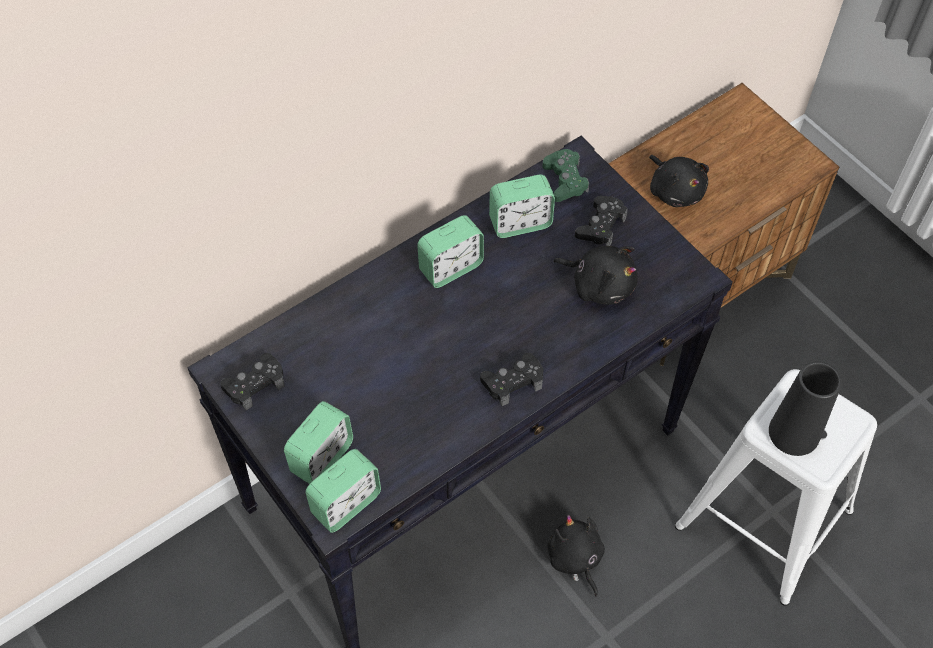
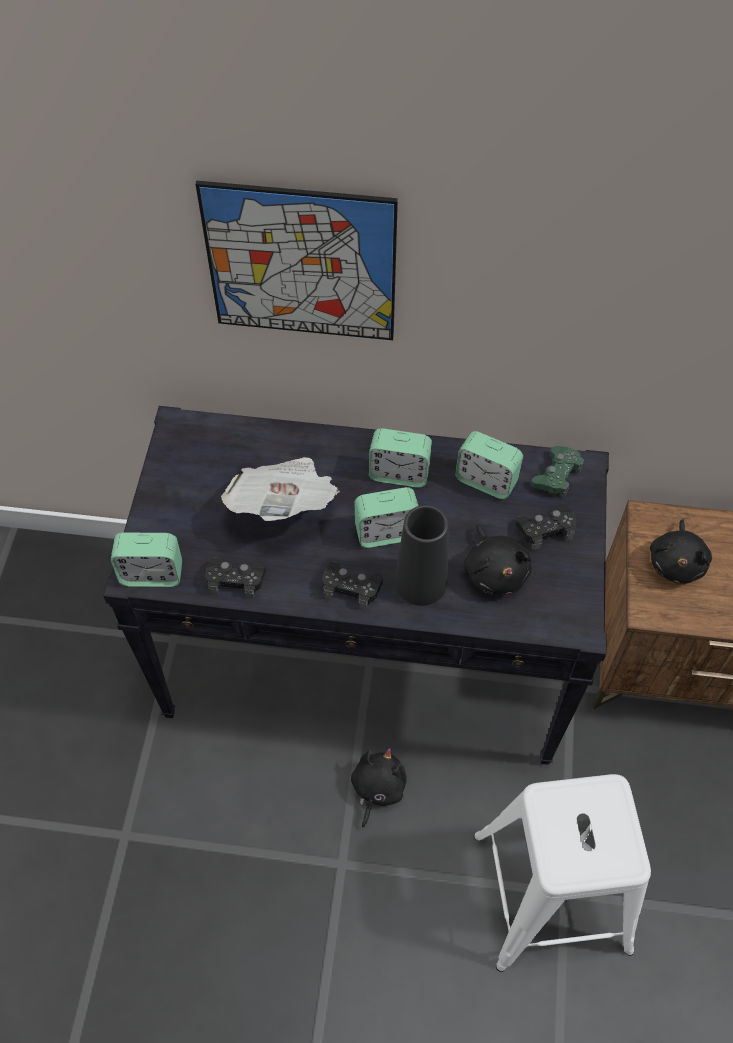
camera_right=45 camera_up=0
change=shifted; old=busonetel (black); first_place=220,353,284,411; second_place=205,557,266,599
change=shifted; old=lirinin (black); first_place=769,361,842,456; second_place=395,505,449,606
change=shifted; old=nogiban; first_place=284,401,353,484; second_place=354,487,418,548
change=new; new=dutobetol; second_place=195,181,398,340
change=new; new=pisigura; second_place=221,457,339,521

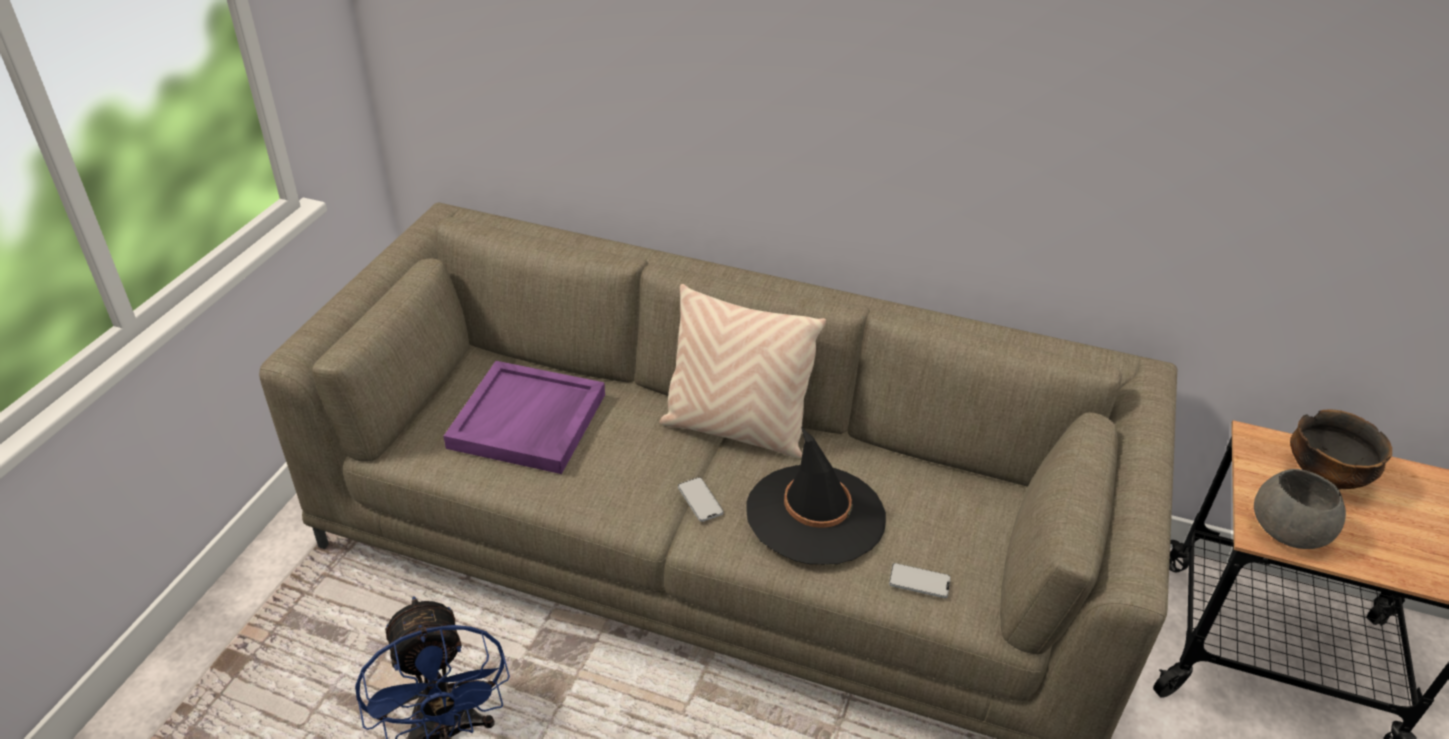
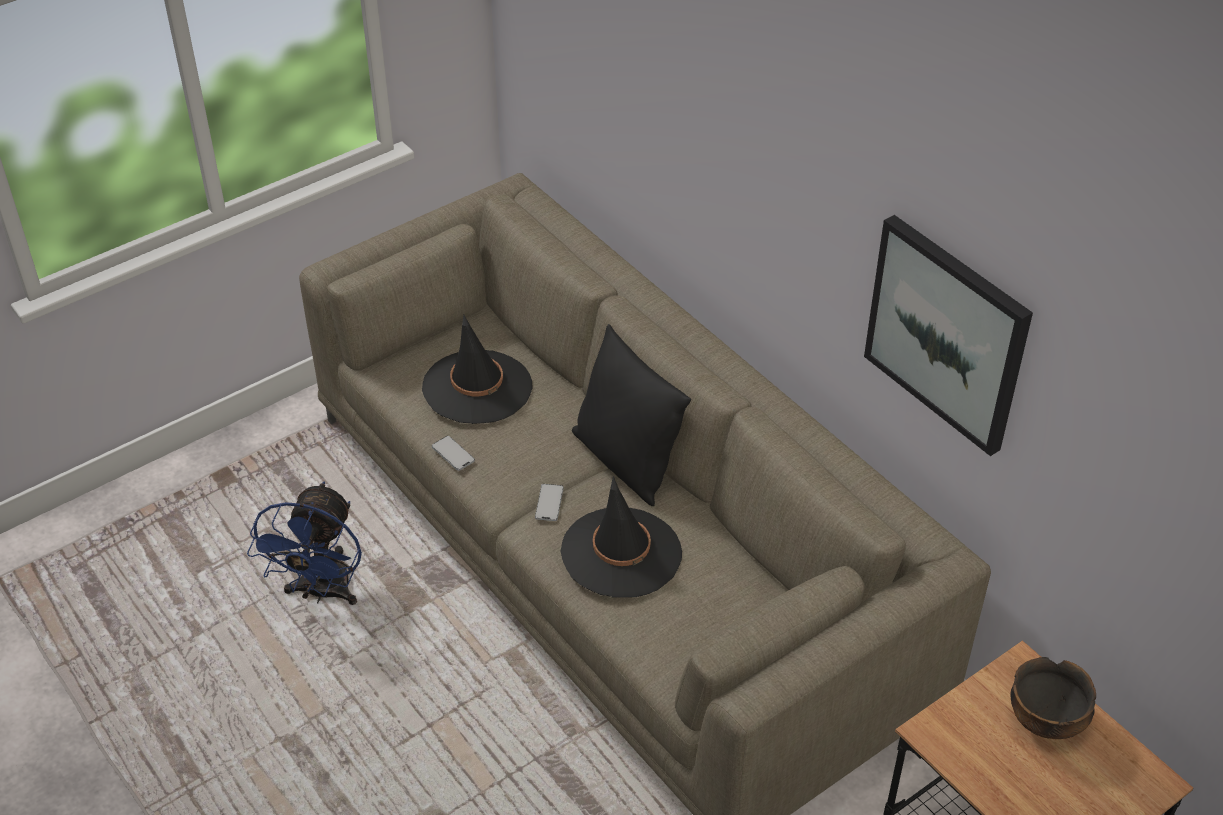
camera_right=35 camera_up=5
change=repainted; old=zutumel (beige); new=zutumel (black); first_place=659,284,826,458; second_place=572,324,691,506
change=swapped; old=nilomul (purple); new=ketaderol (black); first_place=444,361,605,474; second_place=422,315,532,424
change=gone; old=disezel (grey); first_place=1254,469,1346,549
change=shifted; old=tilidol; first_place=889,563,951,598; second_place=432,436,475,471
change=new; new=dutobetol; second_place=864,215,1033,456

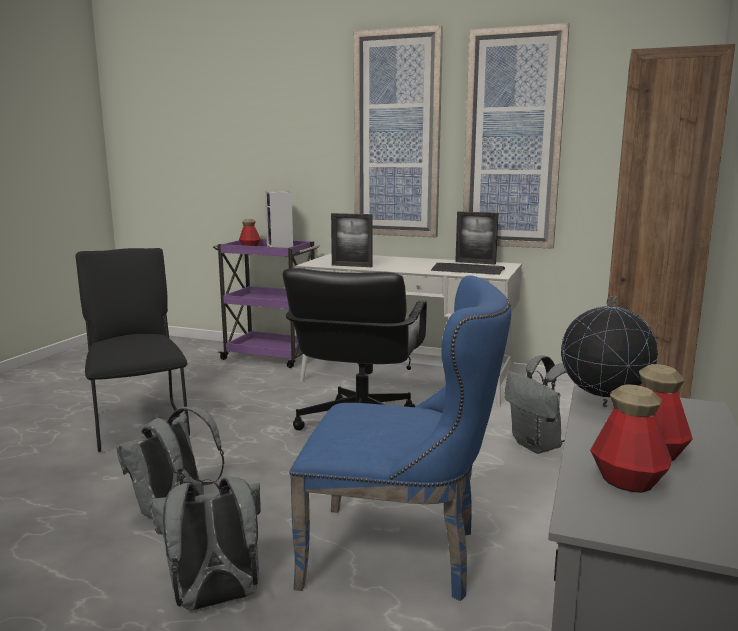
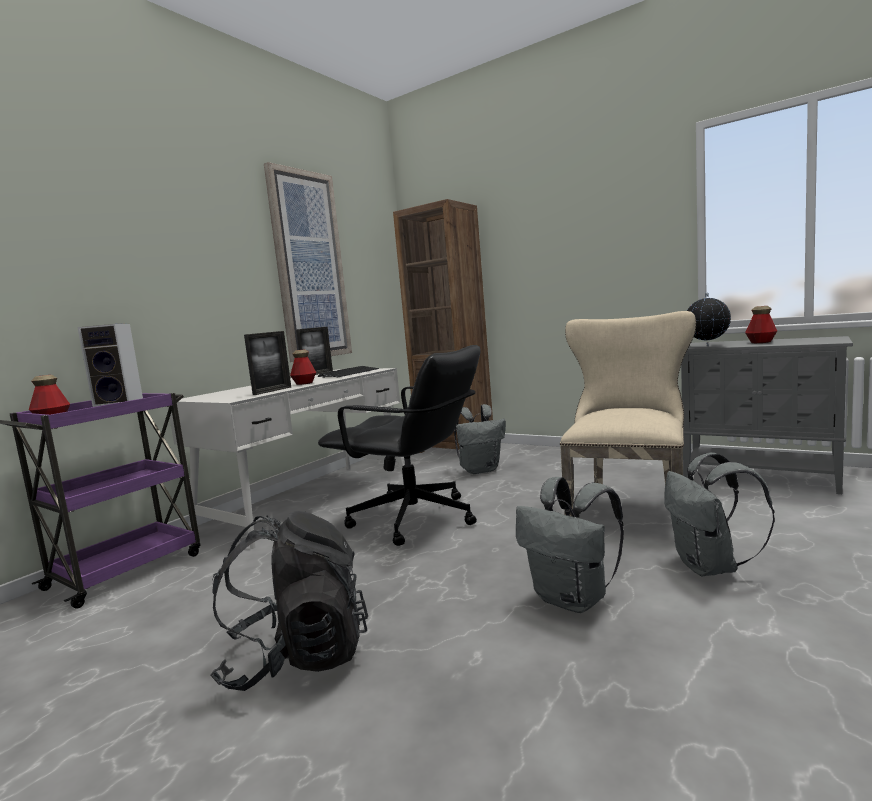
camera_right=-75 camera_up=-5
change=gone; old=dutobetol; first_place=354,25,443,237
change=swapped; old=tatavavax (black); new=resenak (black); first_place=76,248,190,452; second_place=210,511,368,691
change=repainted; old=tatavavax (blue); new=tatavavax (beige); first_place=290,275,511,601; second_place=560,311,696,516
change=shifted; old=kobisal; first_place=590,384,672,493; second_place=290,349,316,385

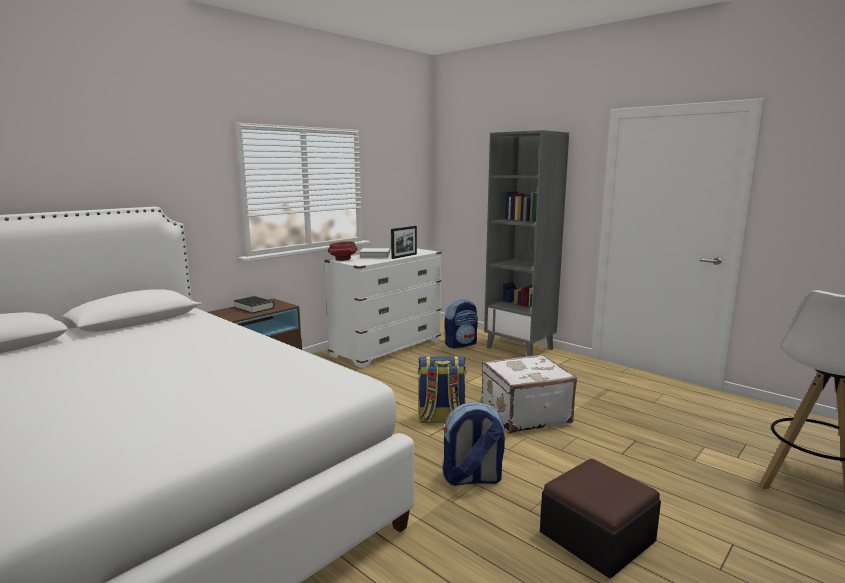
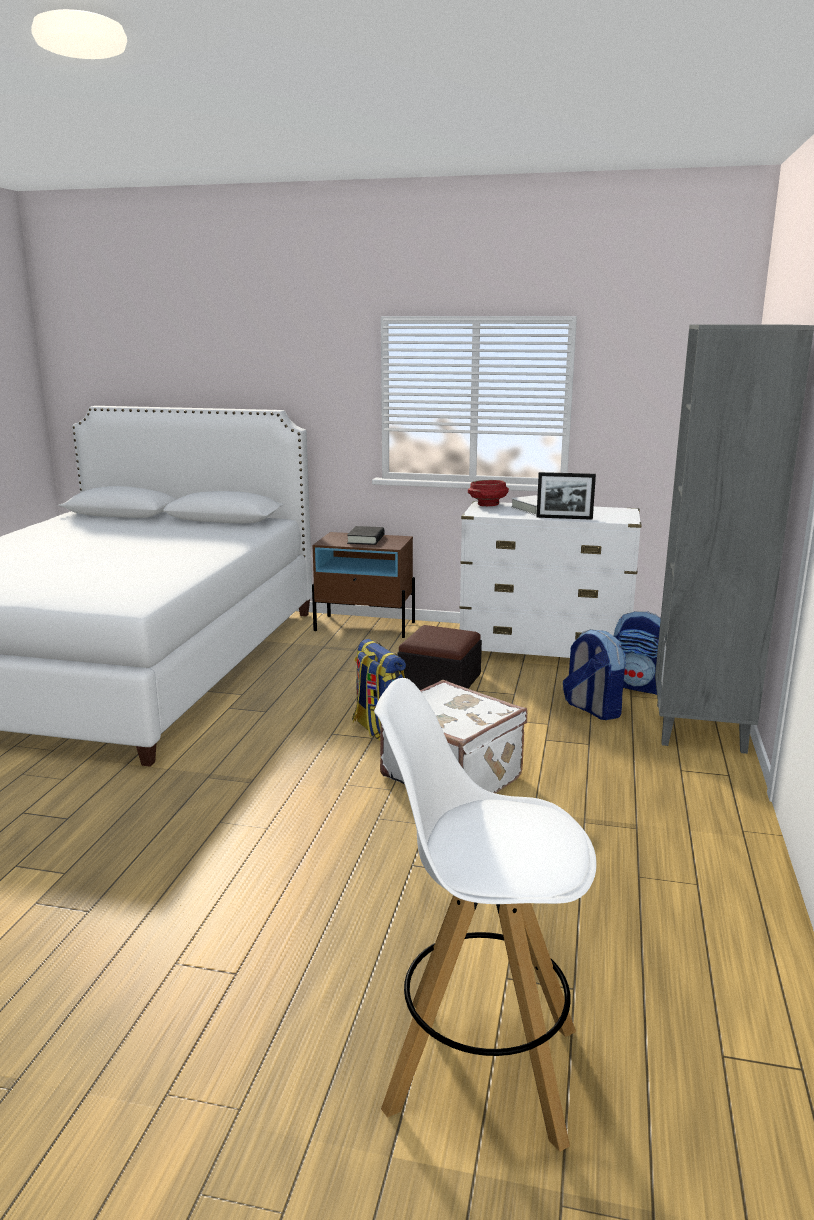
camera_right=60 camera_up=5
change=shifted; old=resenak; first_place=443,402,505,486; second_place=563,629,626,720
change=shifted; old=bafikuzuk; first_place=540,459,661,579; second_place=397,625,482,690

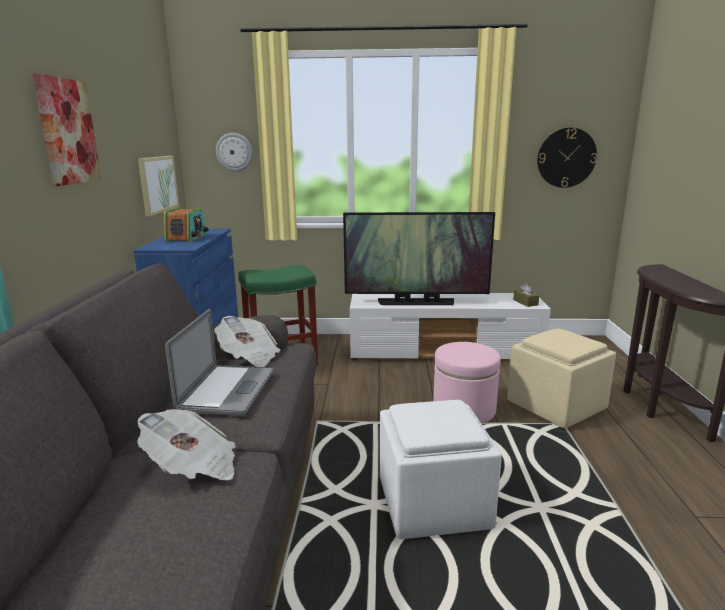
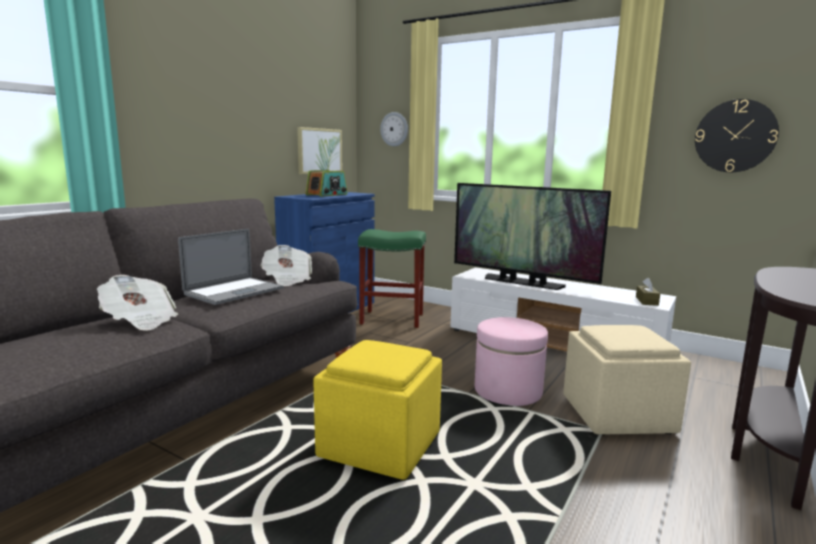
camera_right=30 camera_up=-5
change=gone; old=dutobetol; first_place=32,73,101,186
change=repainted; old=bafikuzuk (white); new=bafikuzuk (yellow); first_place=380,400,502,539; second_place=313,340,442,480

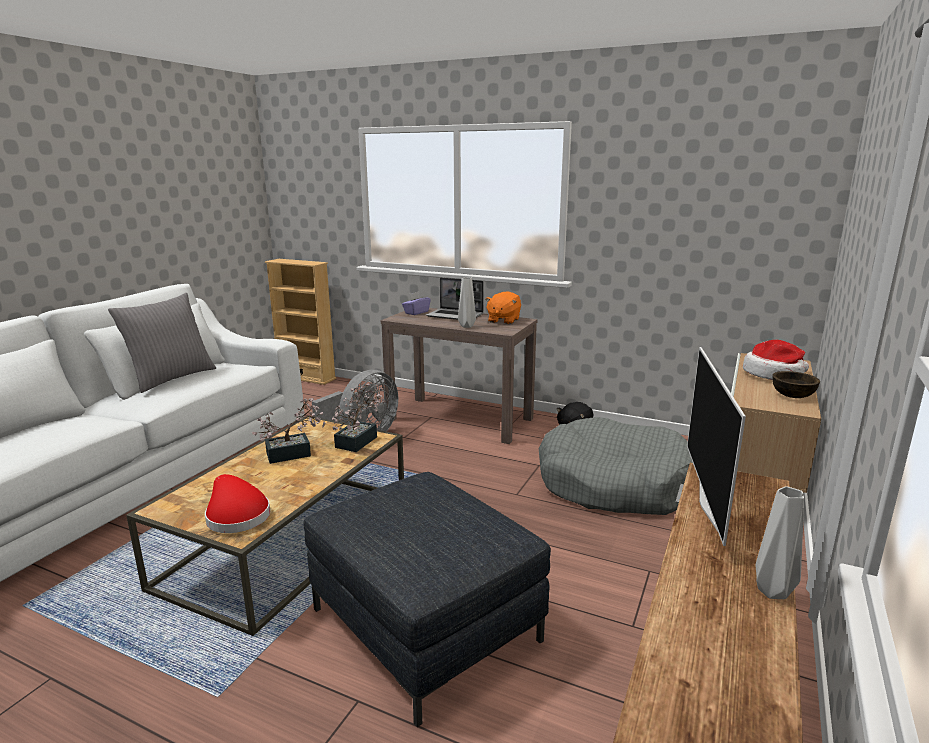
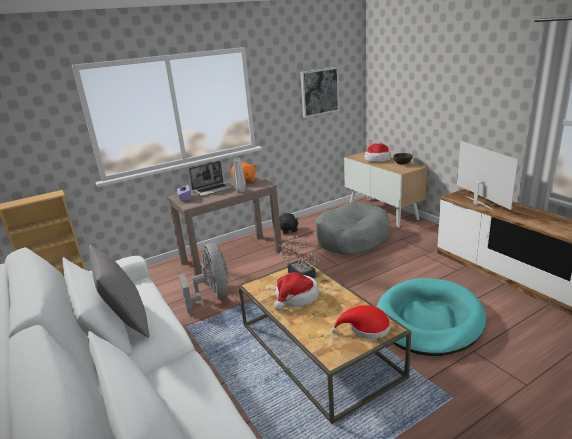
camera_right=-55 camera_up=5
change=rotated; old=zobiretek; first_place=687,347,746,546; second_place=457,141,518,210; degrees=-150
change=swapped; old=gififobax; new=ketaderol; first_place=252,398,325,464; second_place=274,272,319,311
change=swapped; old=bafikuzuk (grey); new=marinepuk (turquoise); first_place=303,472,551,727; second_place=377,278,486,356
change=gone; old=lirinin (grey); first_place=756,486,804,599
change=new; new=dutobetol; second_place=301,67,339,117

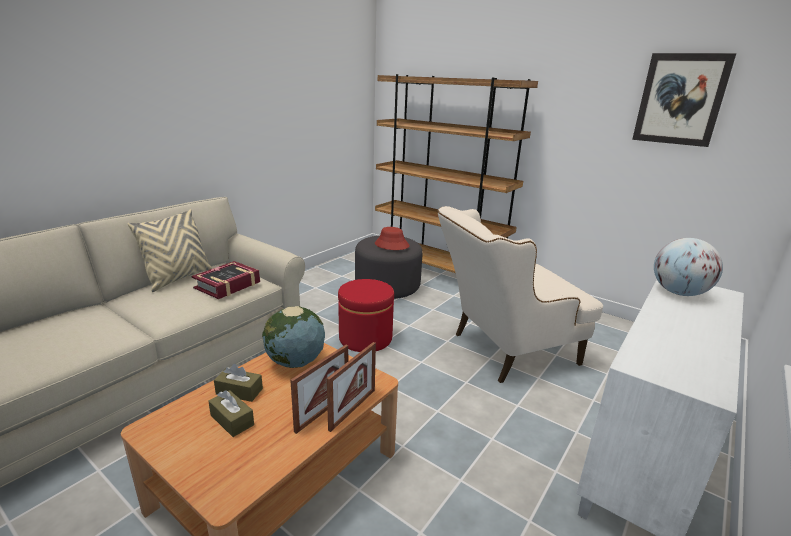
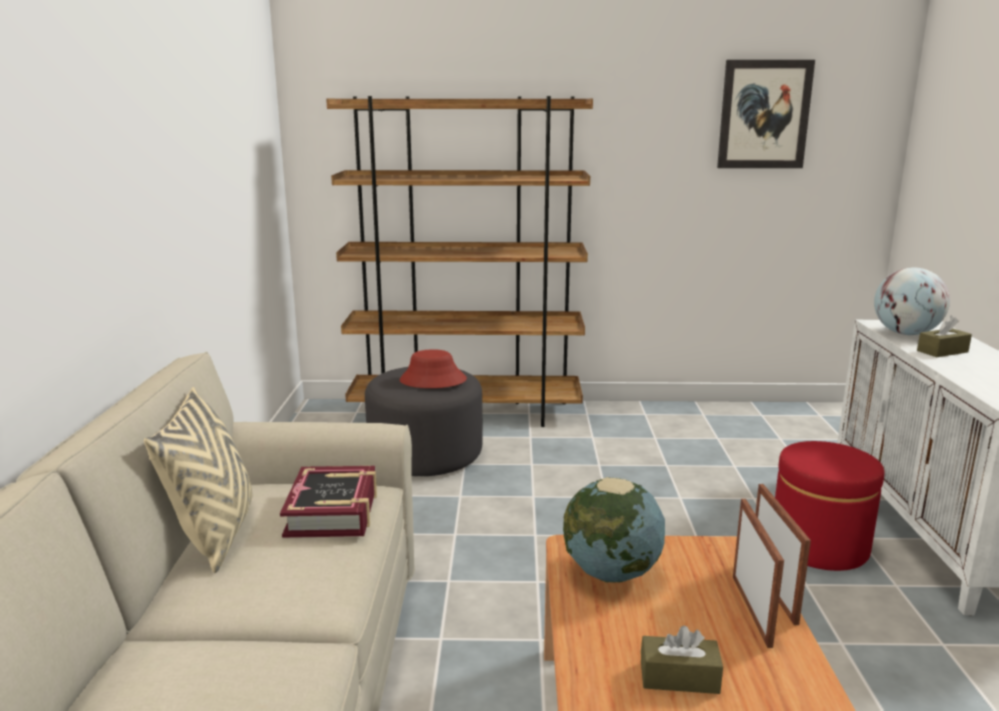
camera_right=-35 camera_up=-5
change=gone; old=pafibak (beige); first_place=437,206,603,383
change=shifted; old=bafikuzuk (red); first_place=338,279,394,352; second_place=775,441,884,571
change=shifted; old=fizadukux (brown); first_place=214,364,263,402; second_place=917,316,972,357

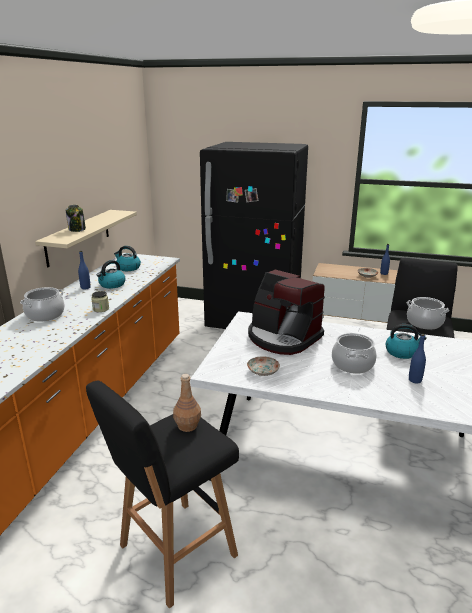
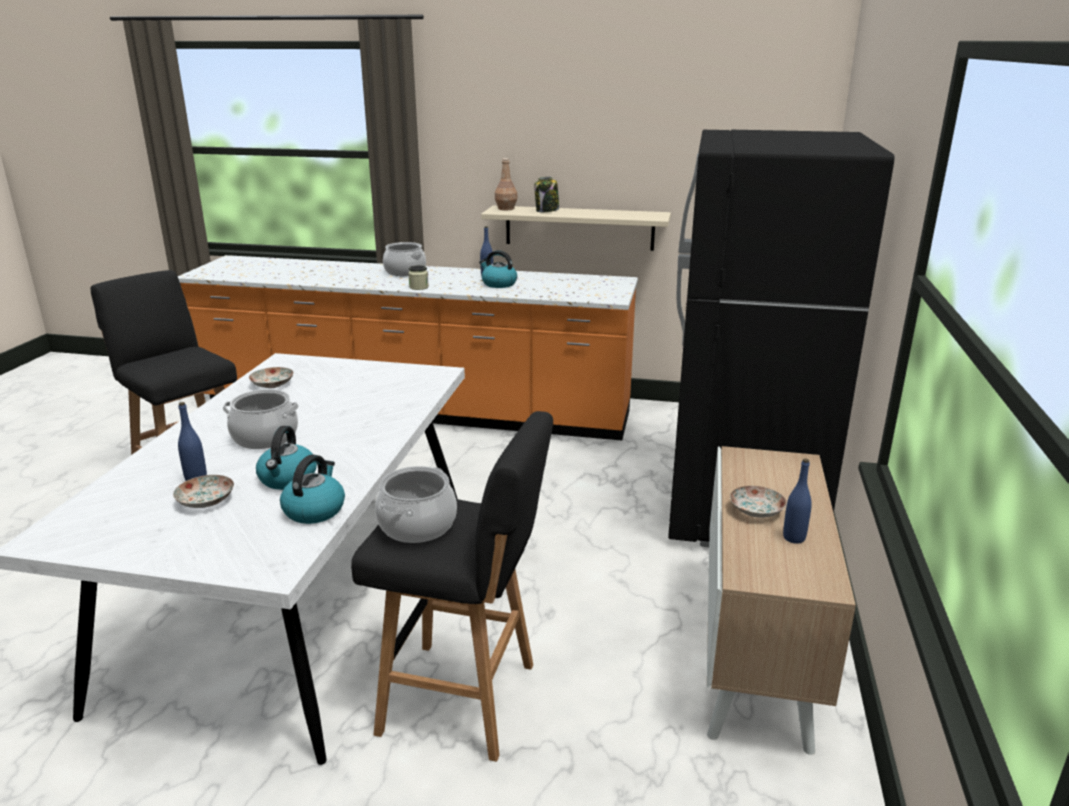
camera_right=85 camera_up=0
change=shifted; old=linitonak; first_place=114,246,141,271; second_place=280,455,345,524
change=gone; old=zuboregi; first_place=248,270,325,355
change=shifted; old=kobisal (brown); first_place=173,374,201,432; second_place=495,158,518,210
change=new; new=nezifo; second_place=173,475,234,508

